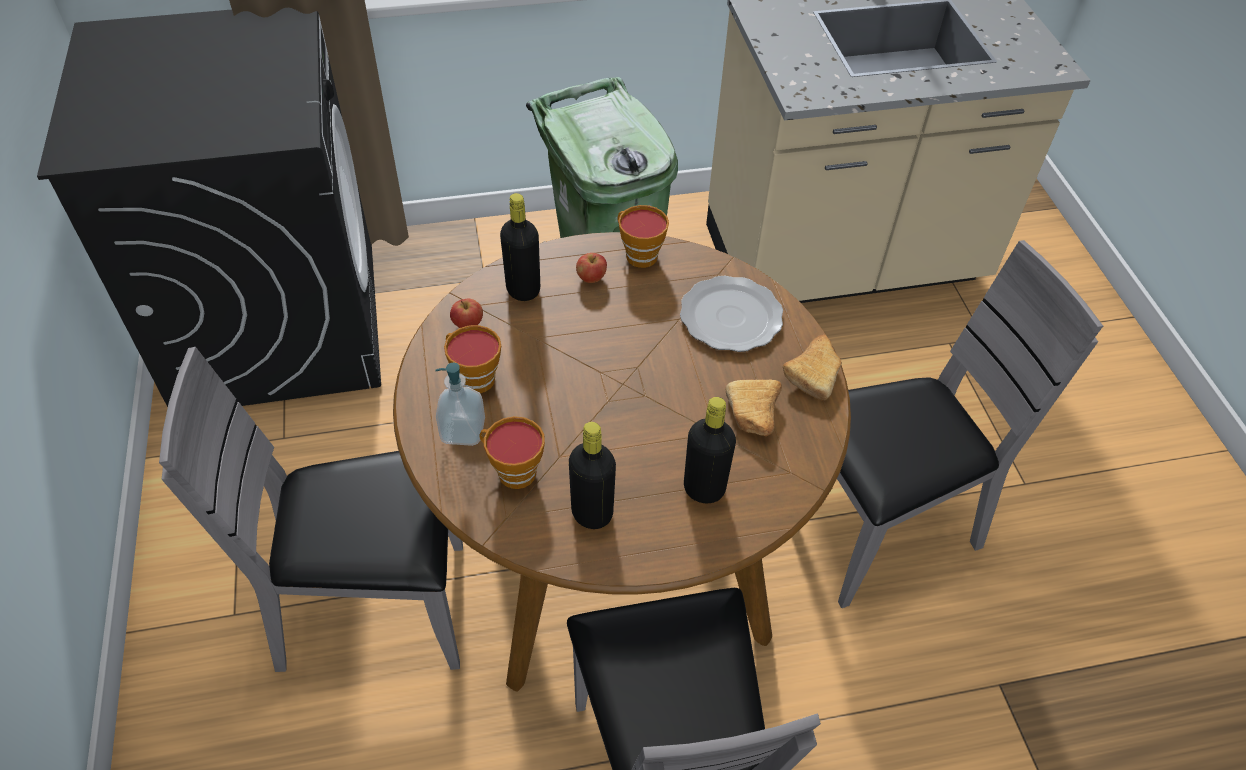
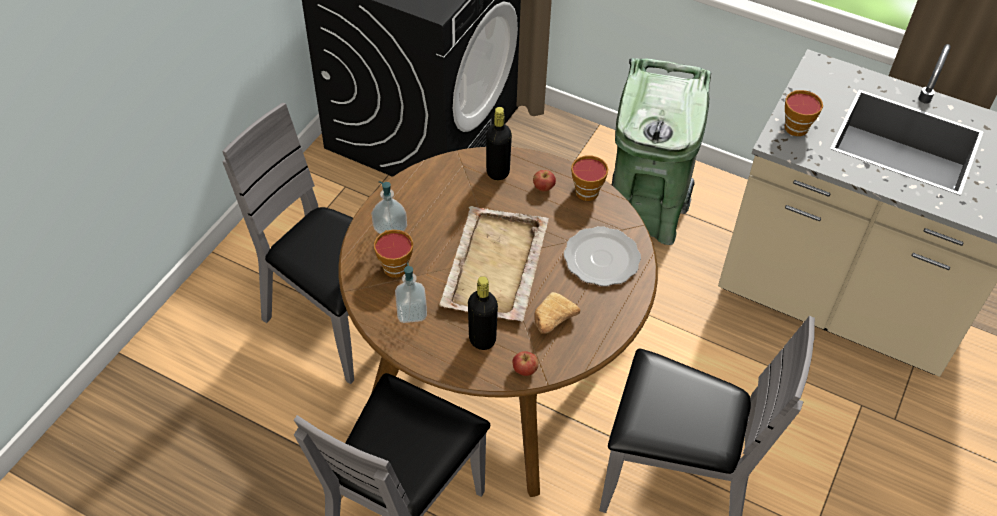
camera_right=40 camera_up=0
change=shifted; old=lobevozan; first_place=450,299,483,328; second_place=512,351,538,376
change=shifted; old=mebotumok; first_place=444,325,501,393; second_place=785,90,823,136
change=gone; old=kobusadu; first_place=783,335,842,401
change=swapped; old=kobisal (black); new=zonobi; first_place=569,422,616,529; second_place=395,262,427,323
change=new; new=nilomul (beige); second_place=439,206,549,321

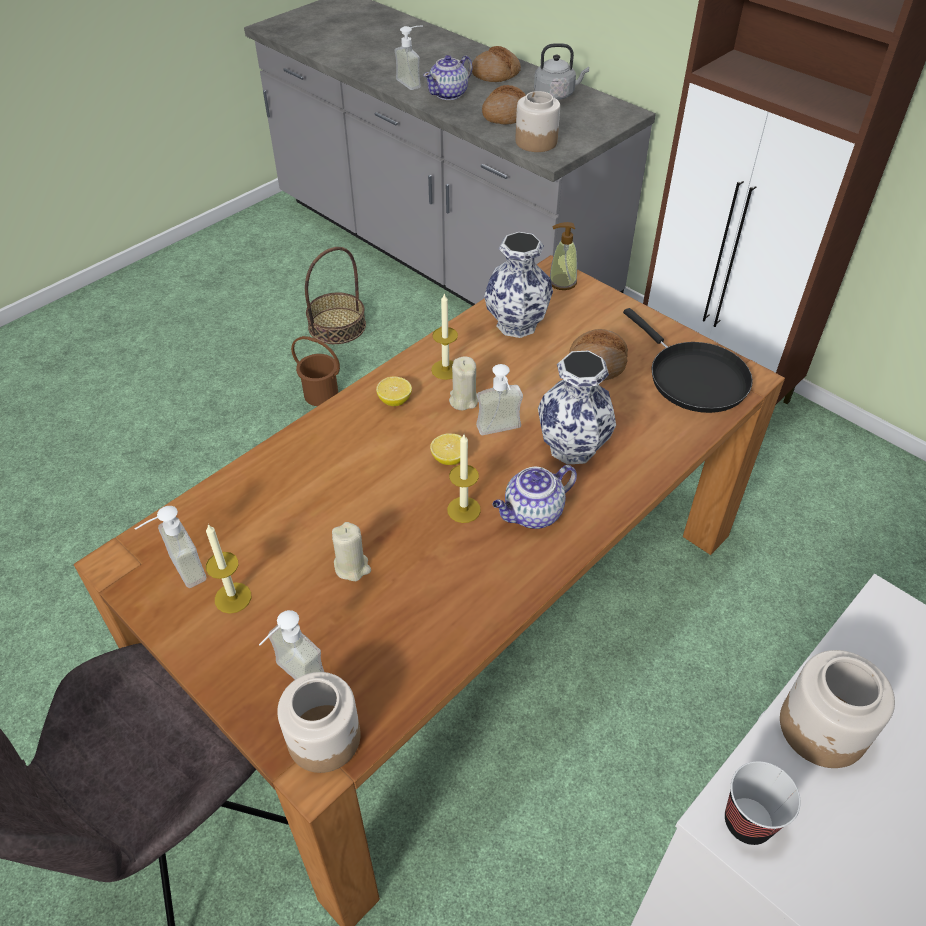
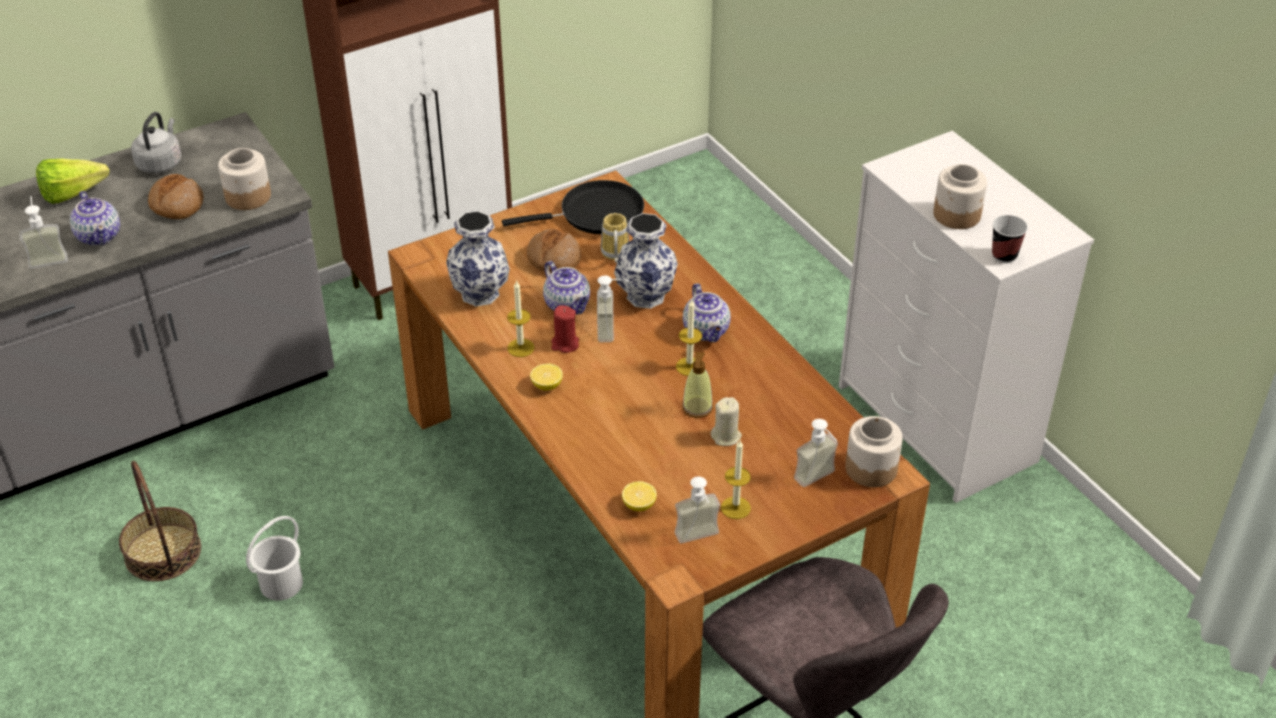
camera_right=-75 camera_up=-5
change=swapped; old=kobusadu; new=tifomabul; first_place=472,46,521,82; second_place=36,159,109,204
change=shifted; old=zonobi; first_place=550,222,577,290; second_place=682,352,713,418
change=repainted; old=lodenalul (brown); new=lodenalul (white); first_place=291,336,340,406; second_place=246,516,303,601
change=repainted; old=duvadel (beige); new=duvadel (red); first_place=449,356,478,411; second_place=551,305,579,353
change=shifted; old=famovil; first_place=430,433,462,465; second_place=622,481,657,511
change=new; new=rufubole; second_place=601,213,629,263
change=new; new=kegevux; second_place=543,261,590,314

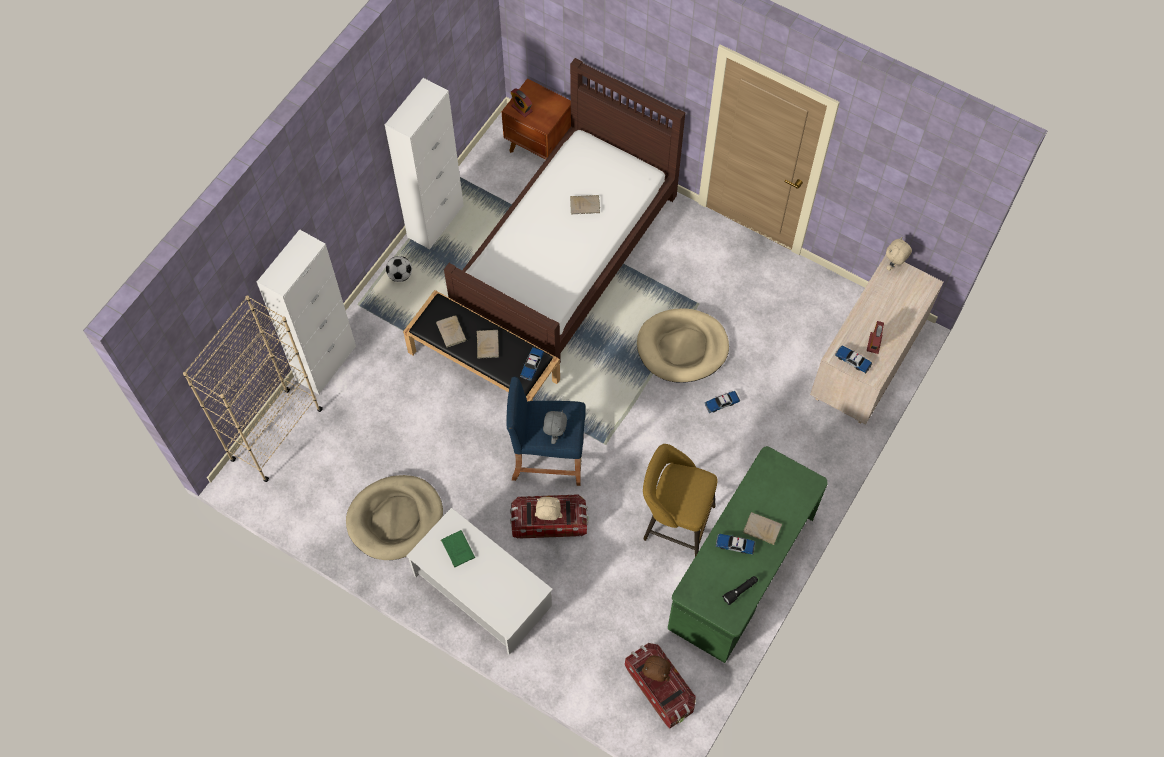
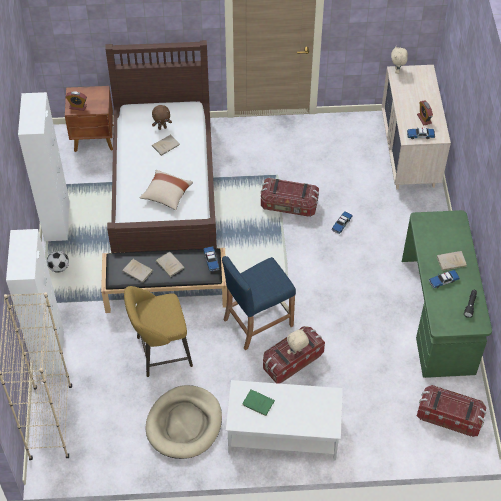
camera_right=-35 camera_up=-10
change=swapped; old=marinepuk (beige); new=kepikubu; first_place=637,308,729,383; second_place=261,178,319,217
change=gone; old=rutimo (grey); first_place=543,410,567,444
change=shifted; old=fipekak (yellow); first_place=643,444,718,557; second_place=124,286,193,377
change=shifted; old=rutimo (brown); first_place=642,655,671,682; second_place=152,105,172,130
change=new; new=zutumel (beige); second_place=140,170,193,210

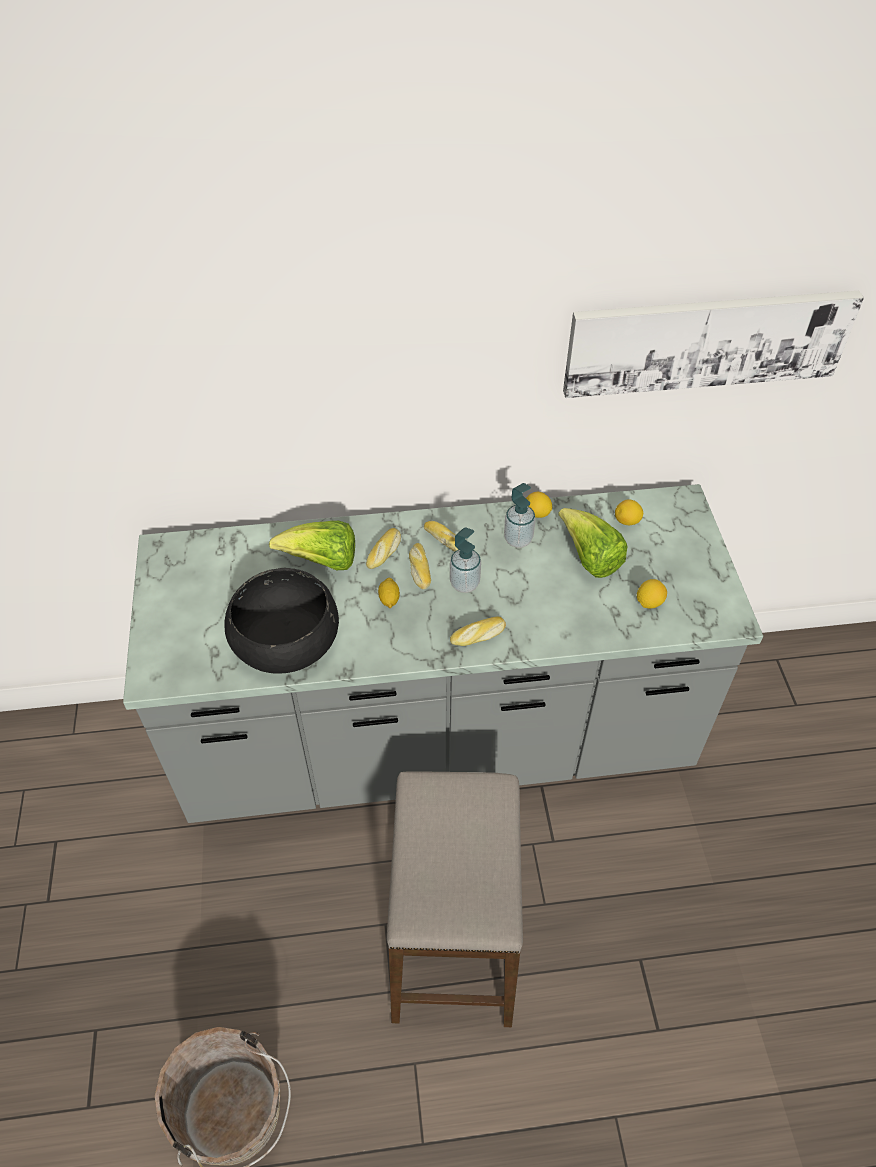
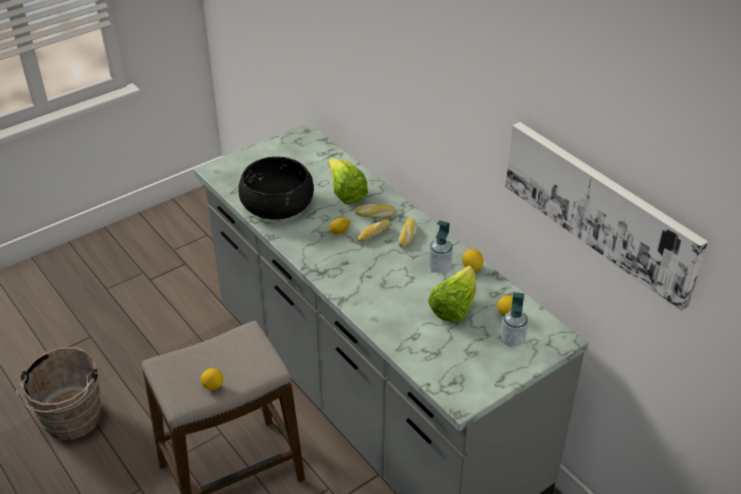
camera_right=60 camera_up=-10
change=shifted; old=zonobi; first_place=450,527,481,593; second_place=501,292,528,347
change=shifted; old=famovil; first_place=637,579,667,609; second_place=200,368,223,390
change=gone; old=kobusadu; first_place=450,616,506,646

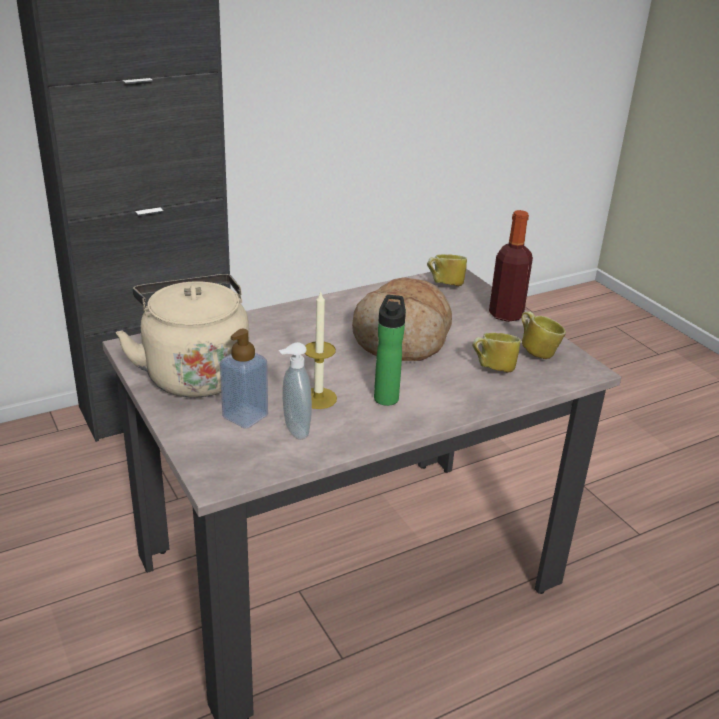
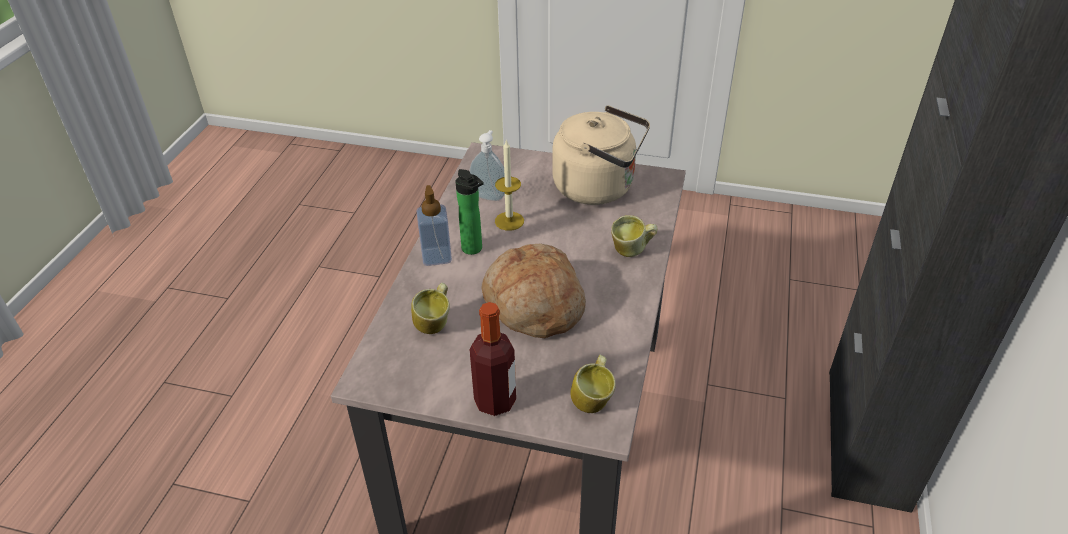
camera_right=135 camera_up=10
change=shifted; old=rufubole; first_place=522,311,566,359; second_place=611,215,657,257
change=shifted; old=zonobi; first_place=220,329,268,429; second_place=417,185,452,266

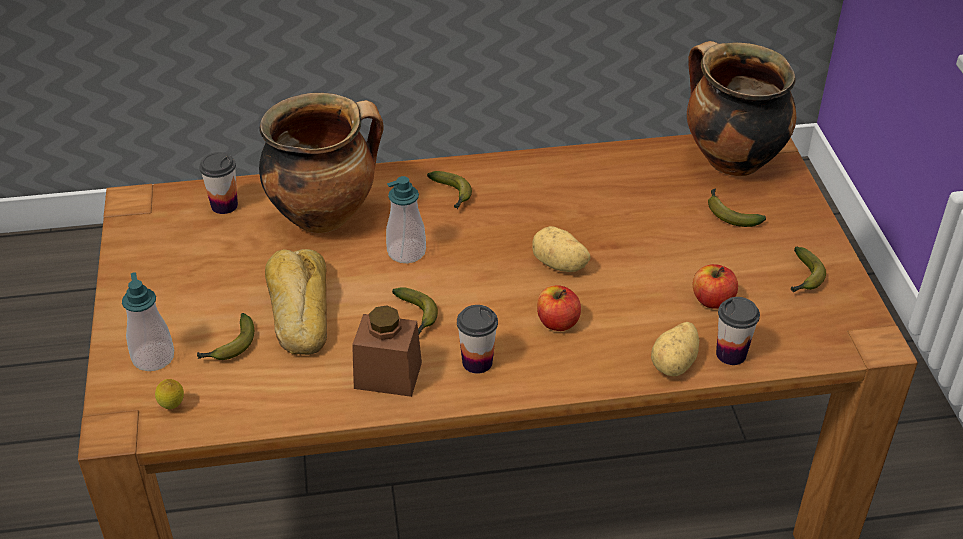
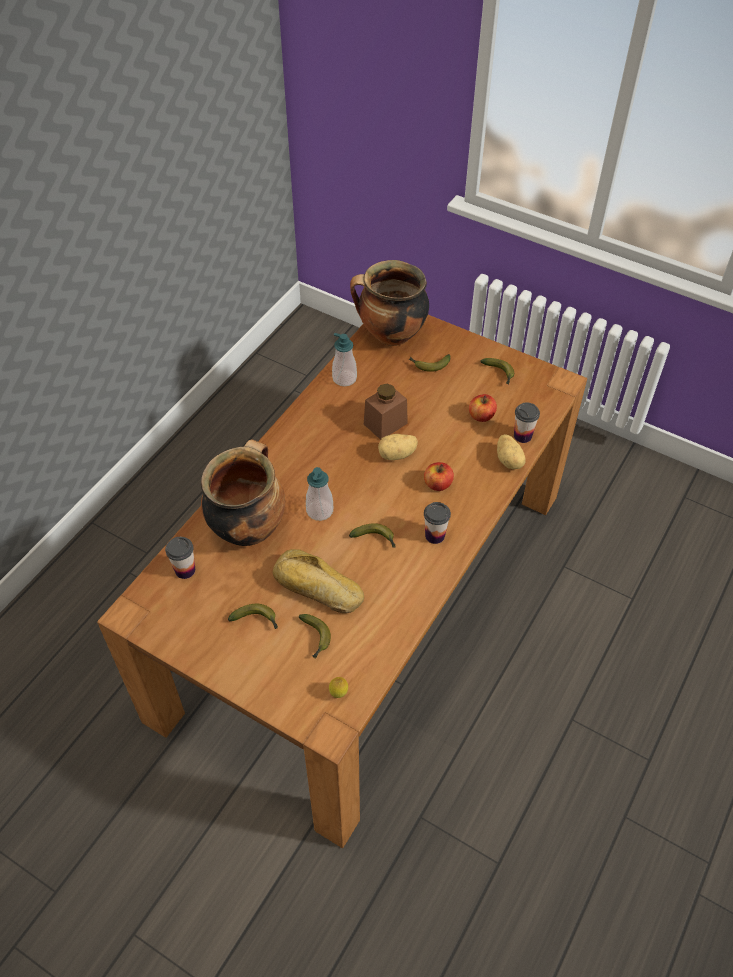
camera_right=-50 camera_up=10
change=shifted; old=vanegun; first_place=427,171,472,209; second_place=228,604,278,629
change=shifted; old=zonobi; first_place=122,272,174,371; second_place=332,333,357,386
change=shifted; old=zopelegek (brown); first_place=352,305,422,397; second_place=364,384,408,440

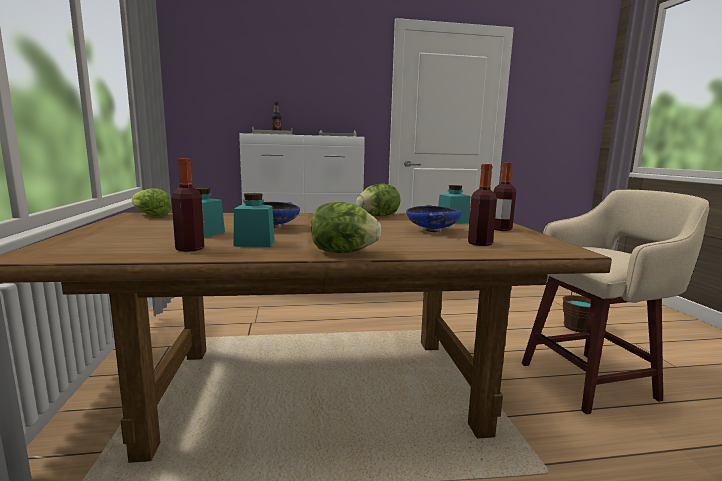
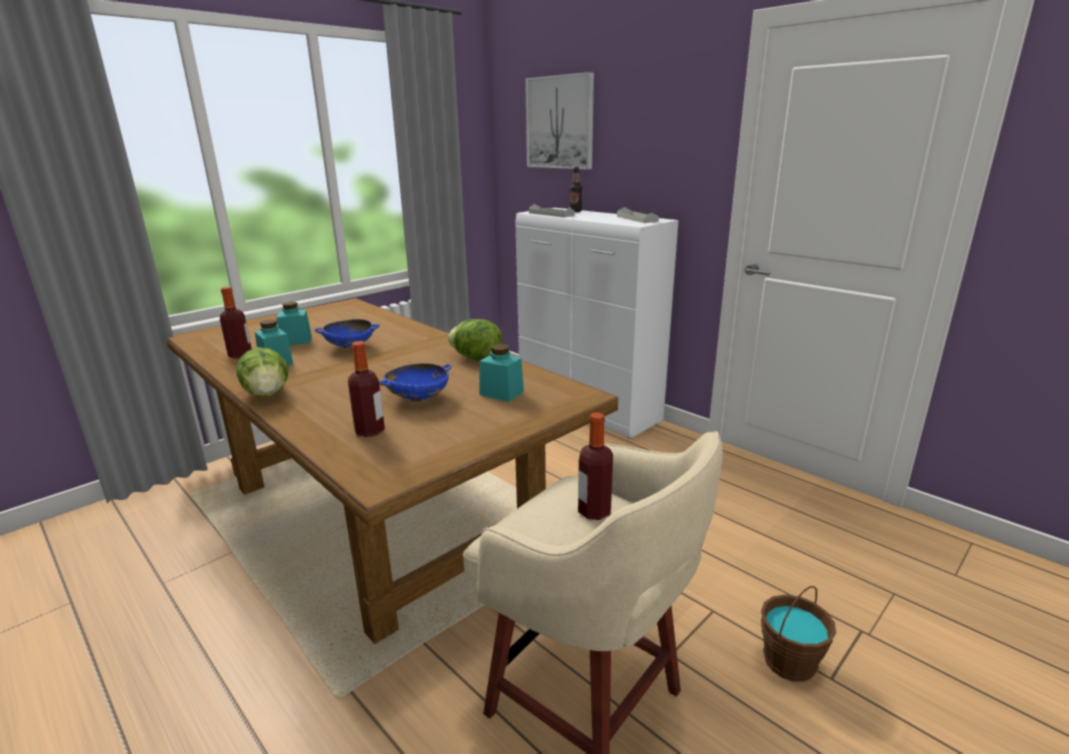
camera_right=55 camera_up=10
change=shifted; old=kobisal; first_place=493,163,516,231; second_place=578,412,613,520
change=gone; old=tifomabul; first_place=132,188,171,217
change=new; new=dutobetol; second_place=525,72,594,170

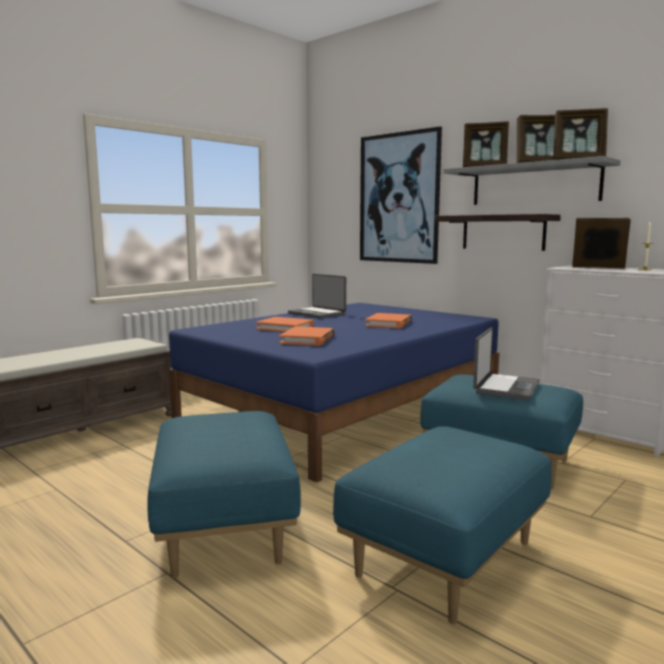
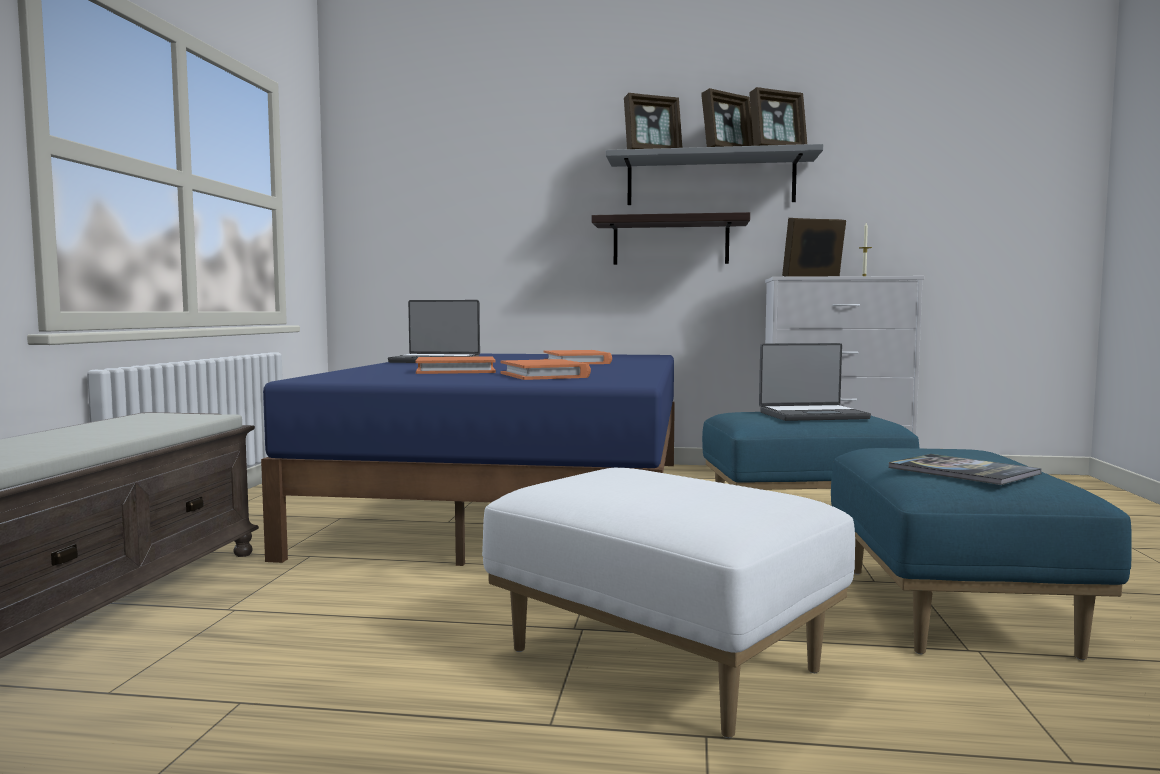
camera_right=-35 camera_up=-5
change=gone; old=dutobetol; first_place=360,126,442,264
change=rotated; old=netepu; first_place=473,328,540,400; second_place=759,343,871,421; degrees=90
change=repainted; old=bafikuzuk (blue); new=bafikuzuk (white); first_place=147,411,301,579; second_place=482,468,855,738
change=new; new=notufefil; second_place=888,454,1042,485

